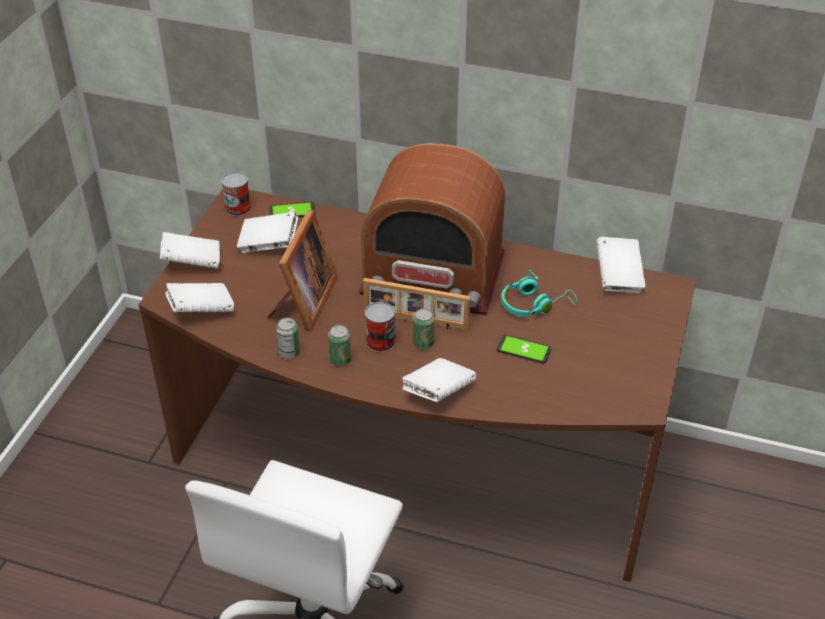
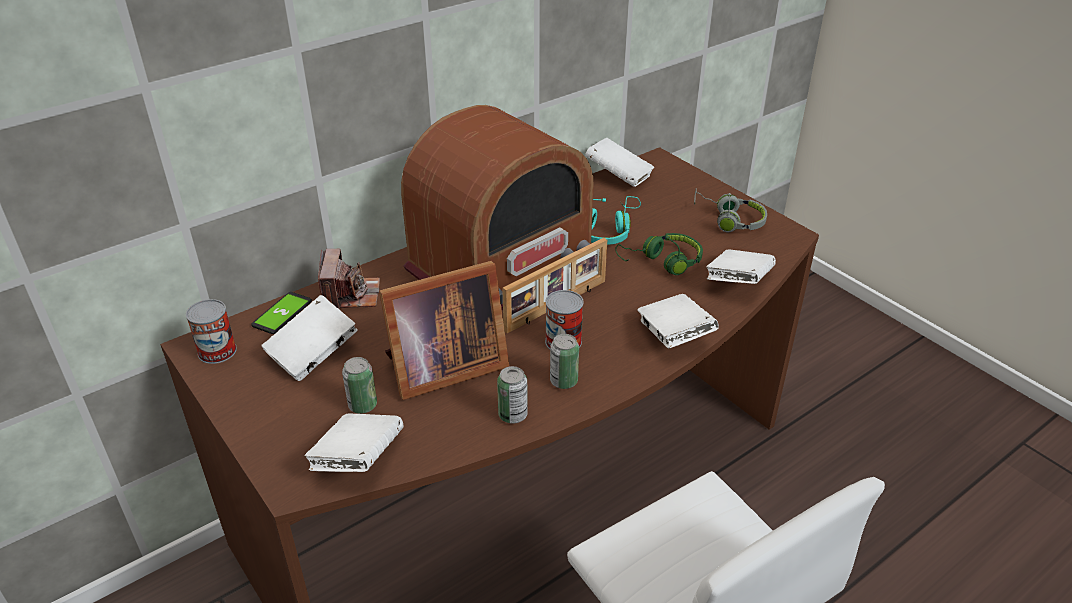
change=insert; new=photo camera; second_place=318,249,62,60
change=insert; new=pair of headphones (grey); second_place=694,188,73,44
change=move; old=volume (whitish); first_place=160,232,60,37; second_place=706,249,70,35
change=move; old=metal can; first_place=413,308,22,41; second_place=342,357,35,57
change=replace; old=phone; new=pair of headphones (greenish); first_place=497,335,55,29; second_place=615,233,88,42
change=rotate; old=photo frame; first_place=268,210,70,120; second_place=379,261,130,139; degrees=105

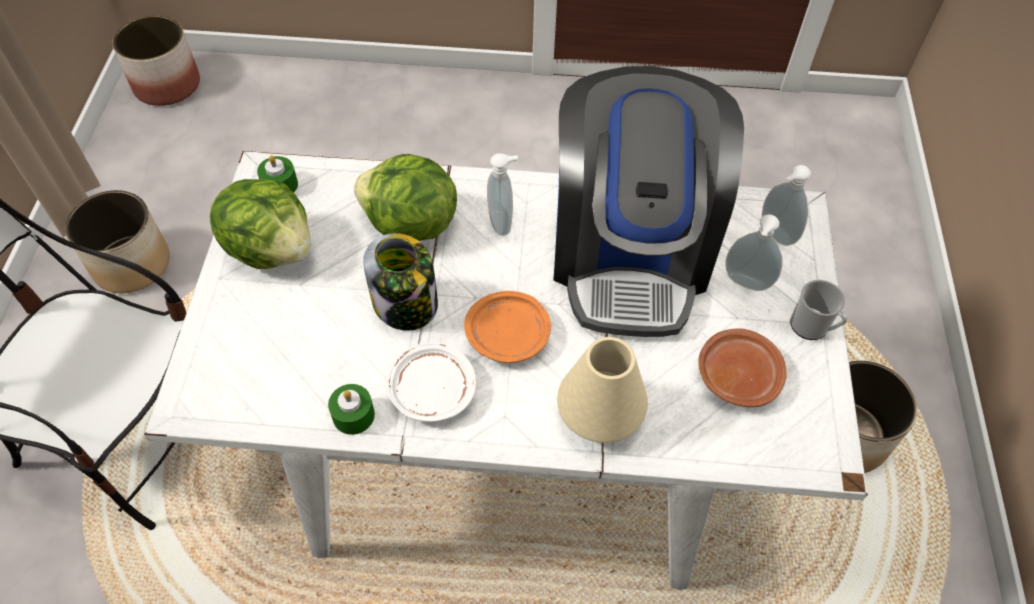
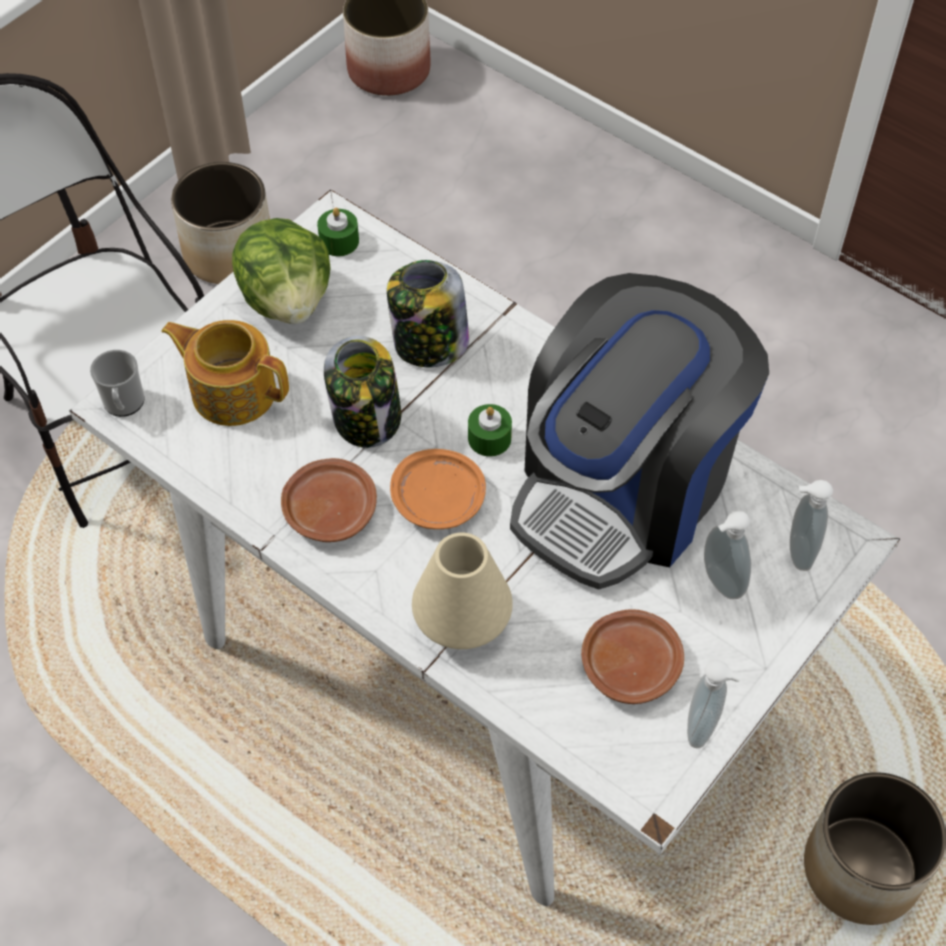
change=insert; new=tea pot; second_place=161,320,128,106
change=move; old=wax candle (greenish); first_place=328,384,47,51; second_place=468,404,44,53
change=move; old=soap dispenser; first_place=487,153,31,83; second_place=687,660,55,88
change=move; old=tea mug; first_place=790,280,57,60; second_place=90,350,55,67
change=replace; old=head of lettuce; new=preserve jar; first_place=354,154,103,87; second_place=387,260,82,107
change=recolor; old=flat dish (whitish); new=flat dish (brownish); first_place=387,342,89,80; second_place=281,458,96,84

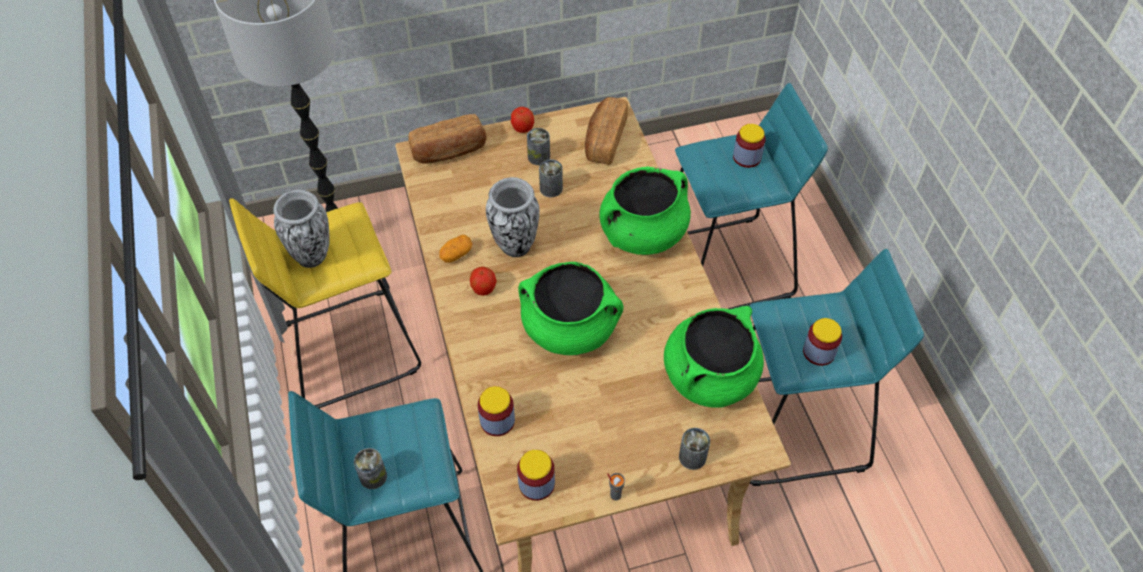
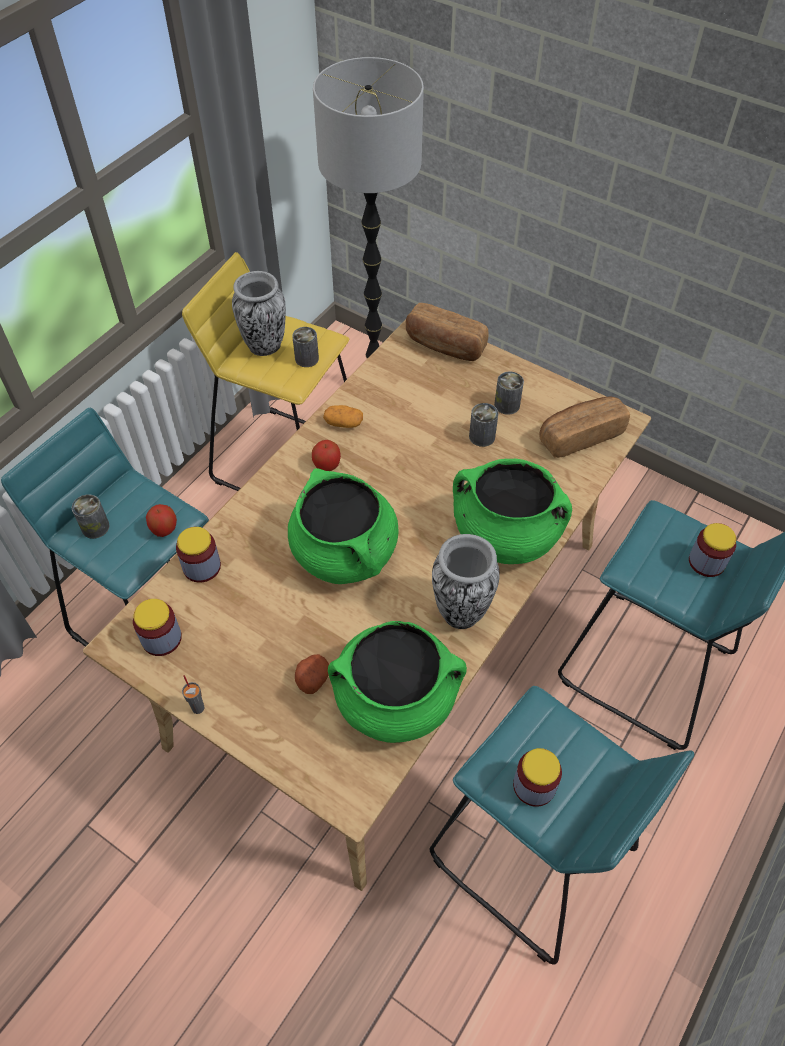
change=insert; new=whole potato; second_place=295,654,34,40
change=move; old=flower vase; first_place=486,177,54,80; second_place=432,534,68,95
change=move; old=whole apple; first_place=511,107,23,26; second_place=146,504,31,33
change=move; old=metal can; first_place=679,428,31,42; second_place=292,327,27,40

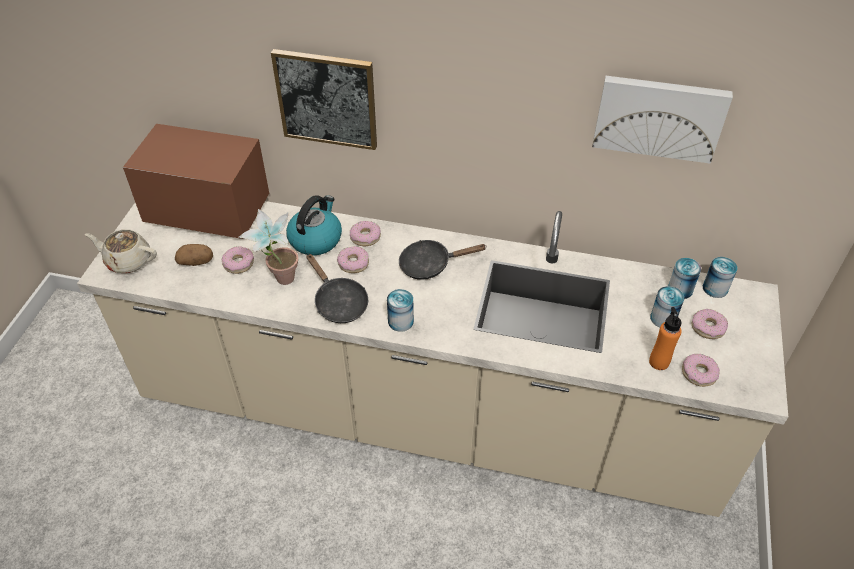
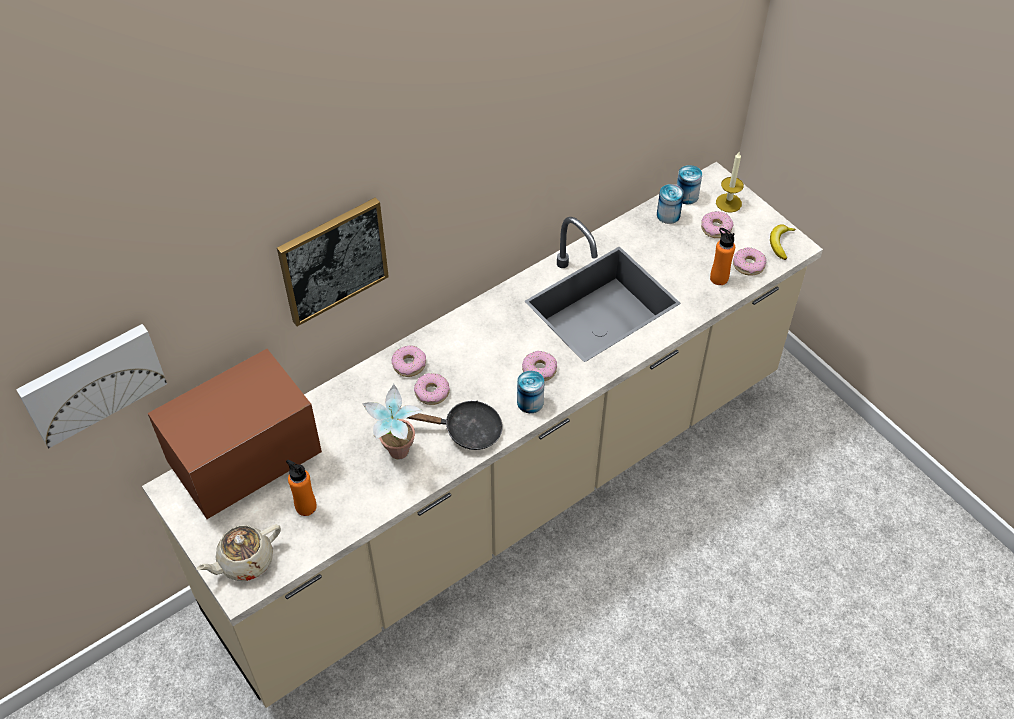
change=delete; old=kettle; first_place=286,195,56,60
change=delete; old=skillet (black-coloured); first_place=399,240,88,40
change=delete; old=metal can; first_place=650,286,34,41
change=insert; new=wax candle; second_place=716,152,28,61
change=insert; new=banana fruit; second_place=770,224,26,36
change=move; old=donut; first_place=222,246,32,28; second_place=522,351,35,30
change=move; old=wall art; first_place=592,76,141,88; second_place=16,324,151,125
change=replace; old=whole potato; new=drink bottle (orange); first_place=175,244,38,22; second_place=286,460,31,56

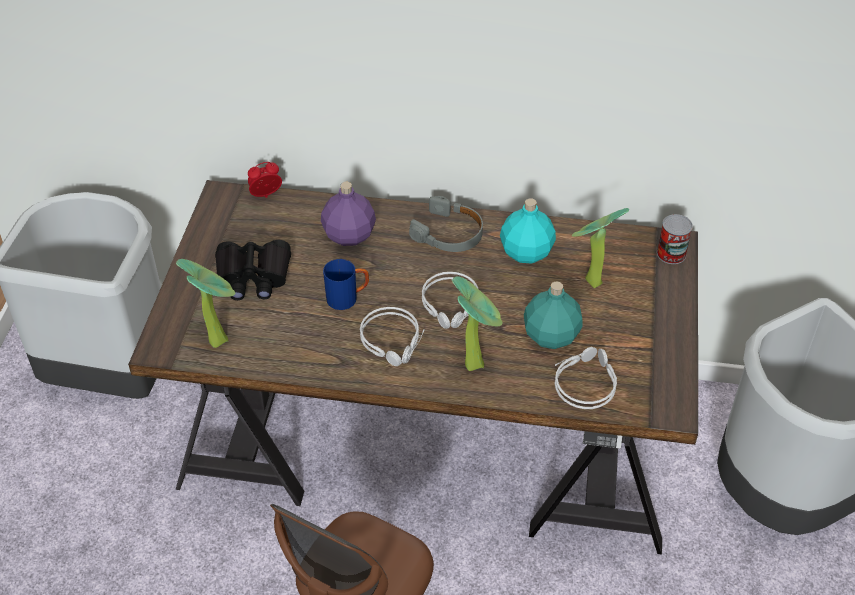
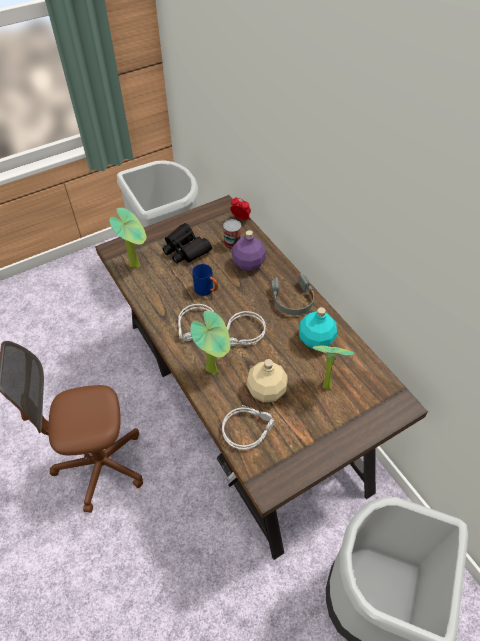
change=move; old=metal can; first_place=657,214,36,50; second_place=223,219,18,31
change=recolor; old=drink bottle (turquoise-coloured); new=drink bottle (beige); first_place=524,281,59,68; second_place=246,359,42,43

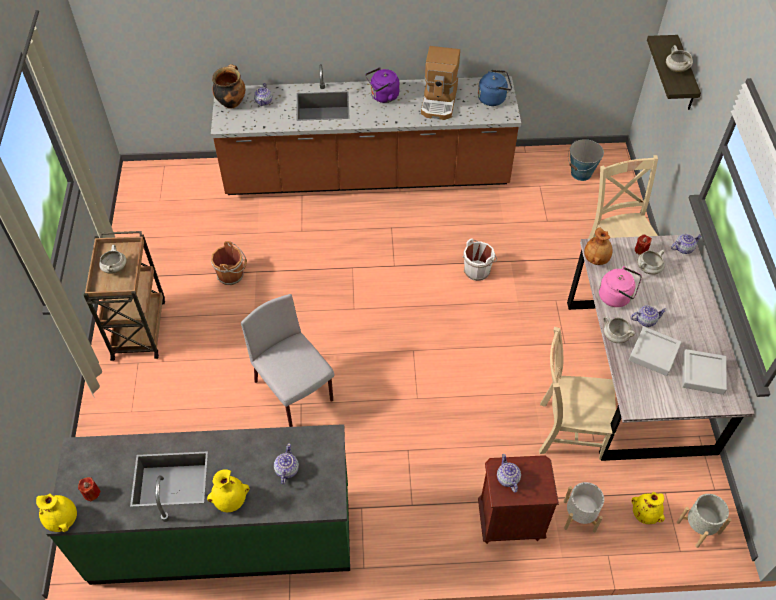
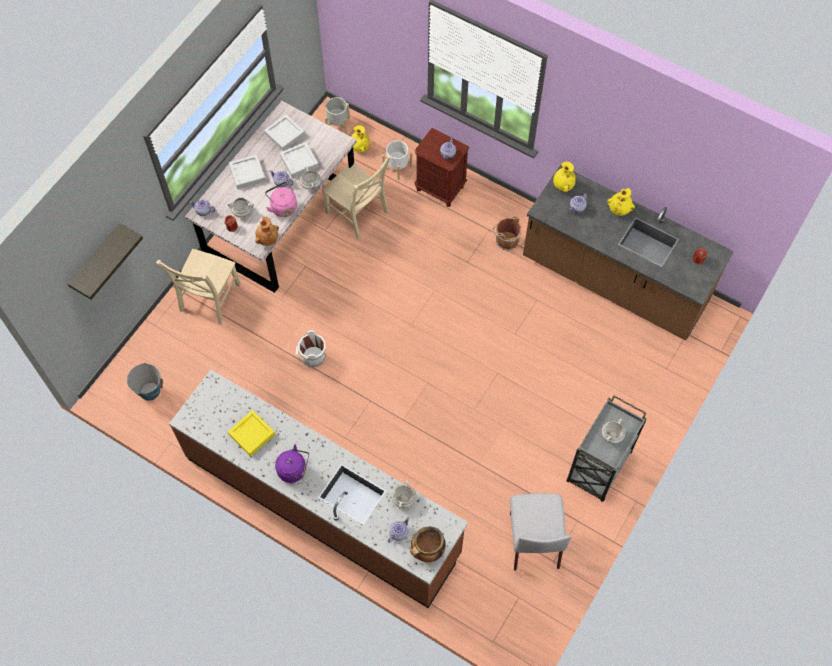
change=delete; old=kettle (blue-coloured); first_place=478,70,34,36
change=insert; new=carrying tray (grey); second_place=229,154,37,35
change=move; old=flower vase (yellow-coloured); first_place=36,493,41,39; second_place=553,162,23,30
change=move; old=pail (brownish); first_place=211,241,36,44; second_place=493,215,29,35
change=move; old=upright chair (grey); first_place=241,294,93,133; second_place=510,493,62,78
change=move; old=stockpot (whitish); first_place=666,45,27,28; second_place=392,480,24,29
change=replace; old=coffee machine; new=carrying tray (yellow-coloured); first_place=421,46,39,74; second_place=228,410,47,46
change=recolor; old=kitchen base unit (greenish); new=kitchen base unit (brownish); first_place=46,424,304,161; second_place=523,165,211,176
change=recolor; old=cart (brownish); new=cart (grey); first_place=84,231,81,130; second_place=567,395,80,107

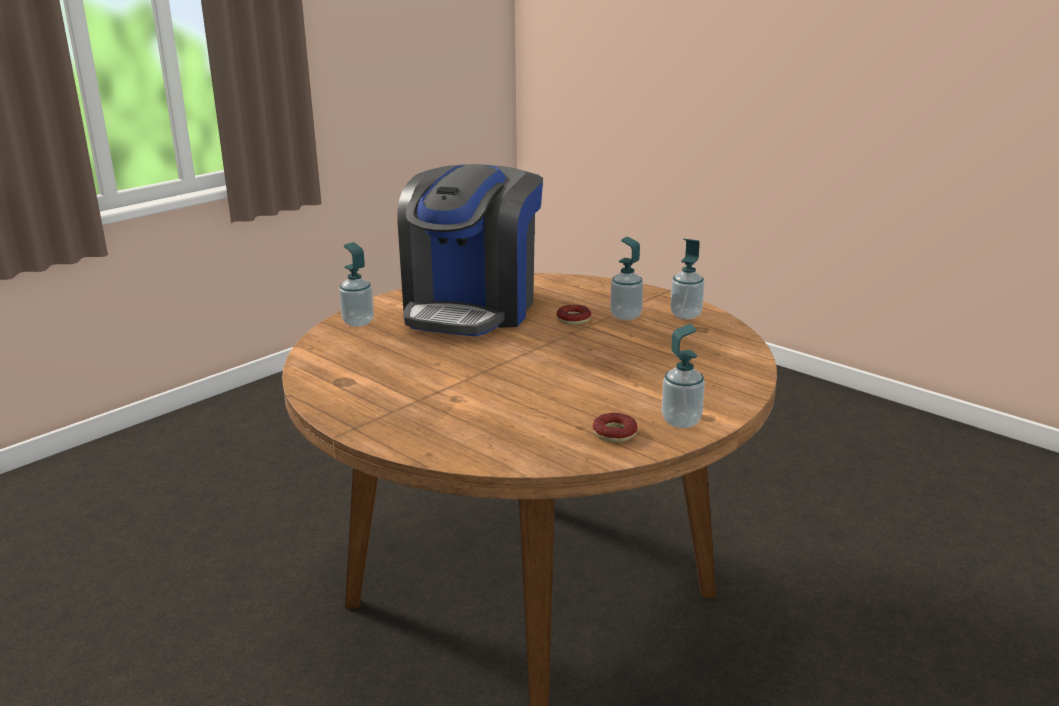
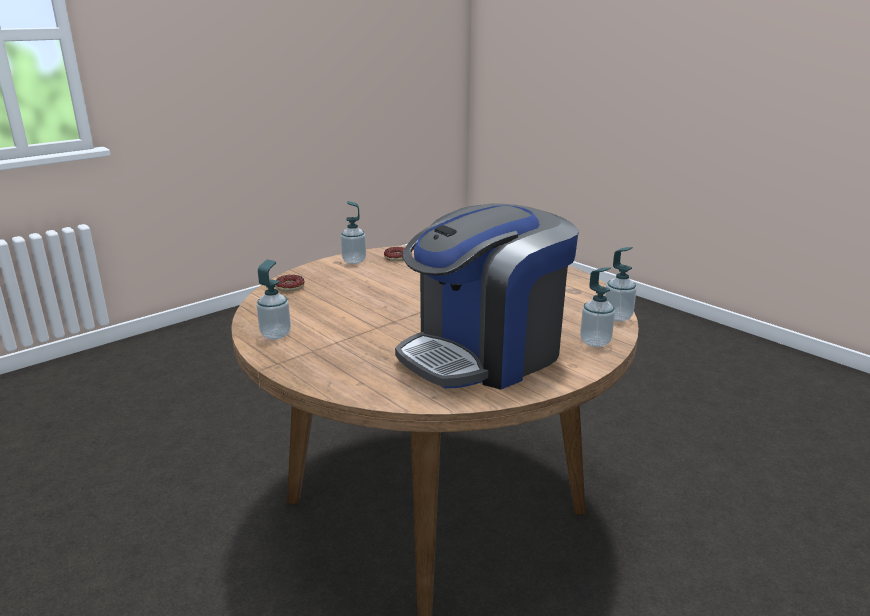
change=move; old=donut; first_place=556,305,35,20; second_place=276,275,29,16
change=move; old=soap dispenser; first_place=610,237,33,83; second_place=605,247,32,75
change=rotate; old=coffee machine; first_place=398,164,145,172; second_place=395,203,184,187; degrees=-150

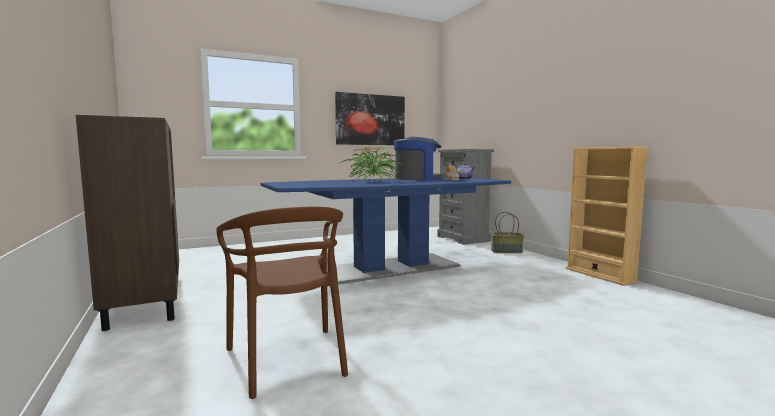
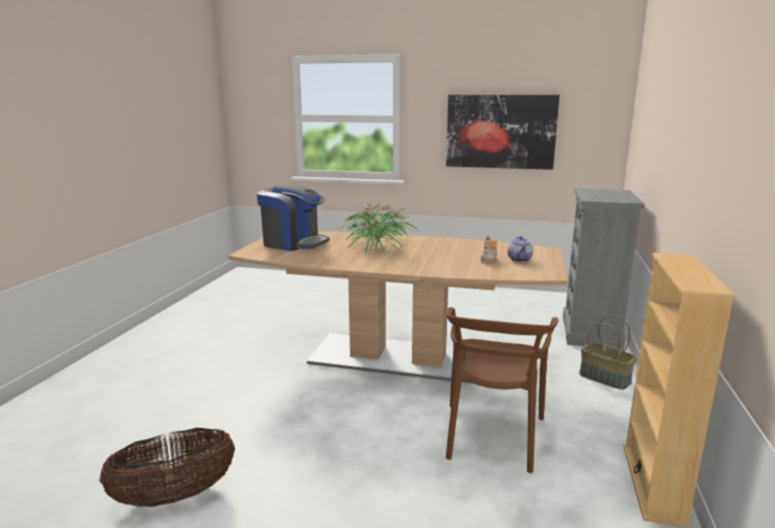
change=delete; old=cupboard (brownish); first_place=76,115,103,216
change=insert; new=household basket; second_place=99,428,136,79
change=move; old=upright chair (brownish); first_place=216,207,132,192; second_place=446,307,112,166
change=move; old=coffee machine; first_place=394,137,49,43; second_place=257,185,72,66
change=recolor; old=dining table (blue-coloured); new=dining table (brownish); first_place=261,178,250,106; second_place=229,231,339,153

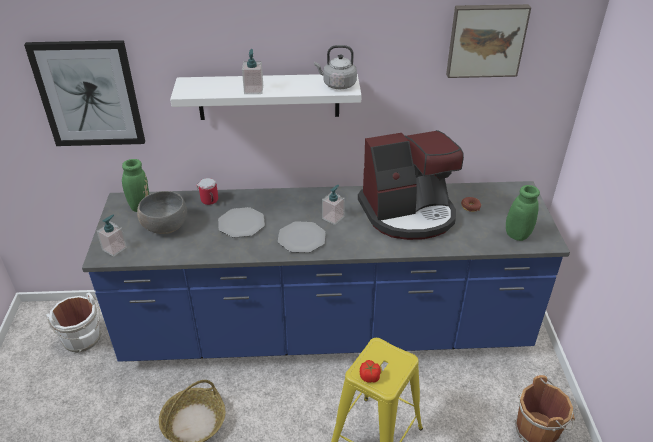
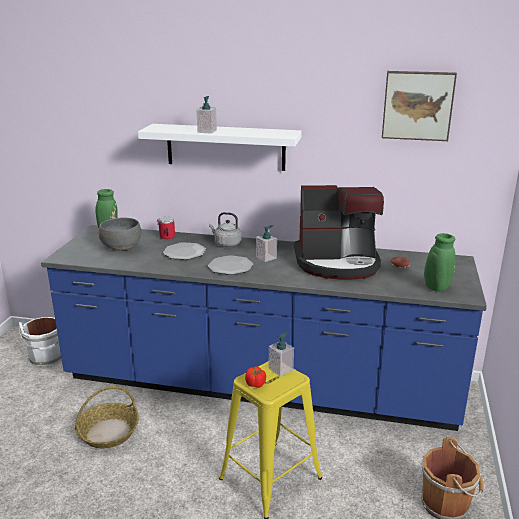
change=delete; old=wall art; first_place=24,40,121,106
change=move; old=soap dispenser; first_place=96,214,31,43; second_place=269,332,25,45
change=move; old=kettle (grey); first_place=314,45,43,44; second_place=209,212,32,35

